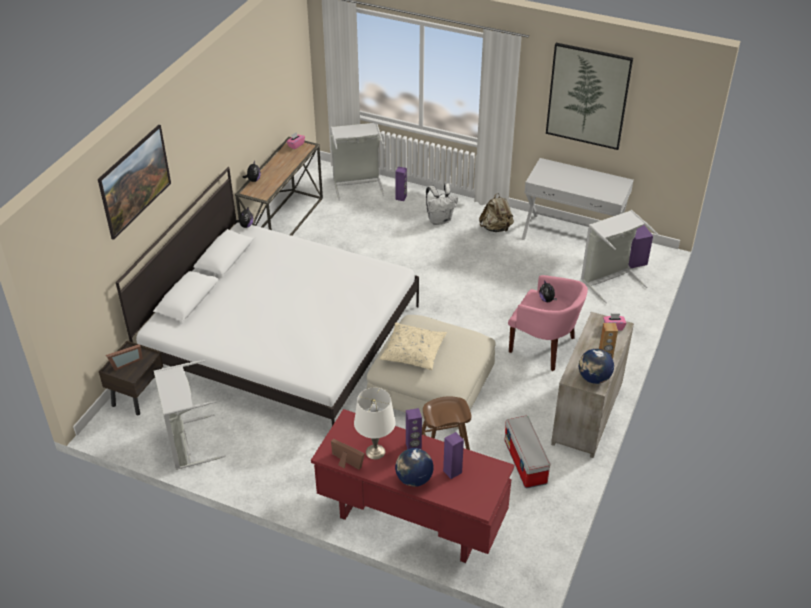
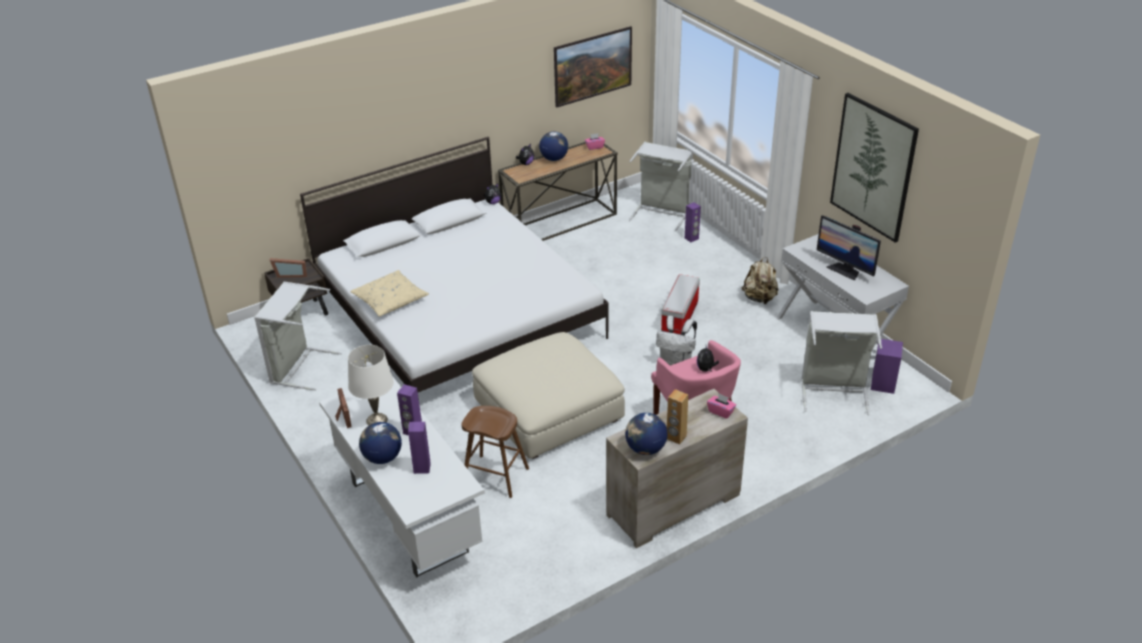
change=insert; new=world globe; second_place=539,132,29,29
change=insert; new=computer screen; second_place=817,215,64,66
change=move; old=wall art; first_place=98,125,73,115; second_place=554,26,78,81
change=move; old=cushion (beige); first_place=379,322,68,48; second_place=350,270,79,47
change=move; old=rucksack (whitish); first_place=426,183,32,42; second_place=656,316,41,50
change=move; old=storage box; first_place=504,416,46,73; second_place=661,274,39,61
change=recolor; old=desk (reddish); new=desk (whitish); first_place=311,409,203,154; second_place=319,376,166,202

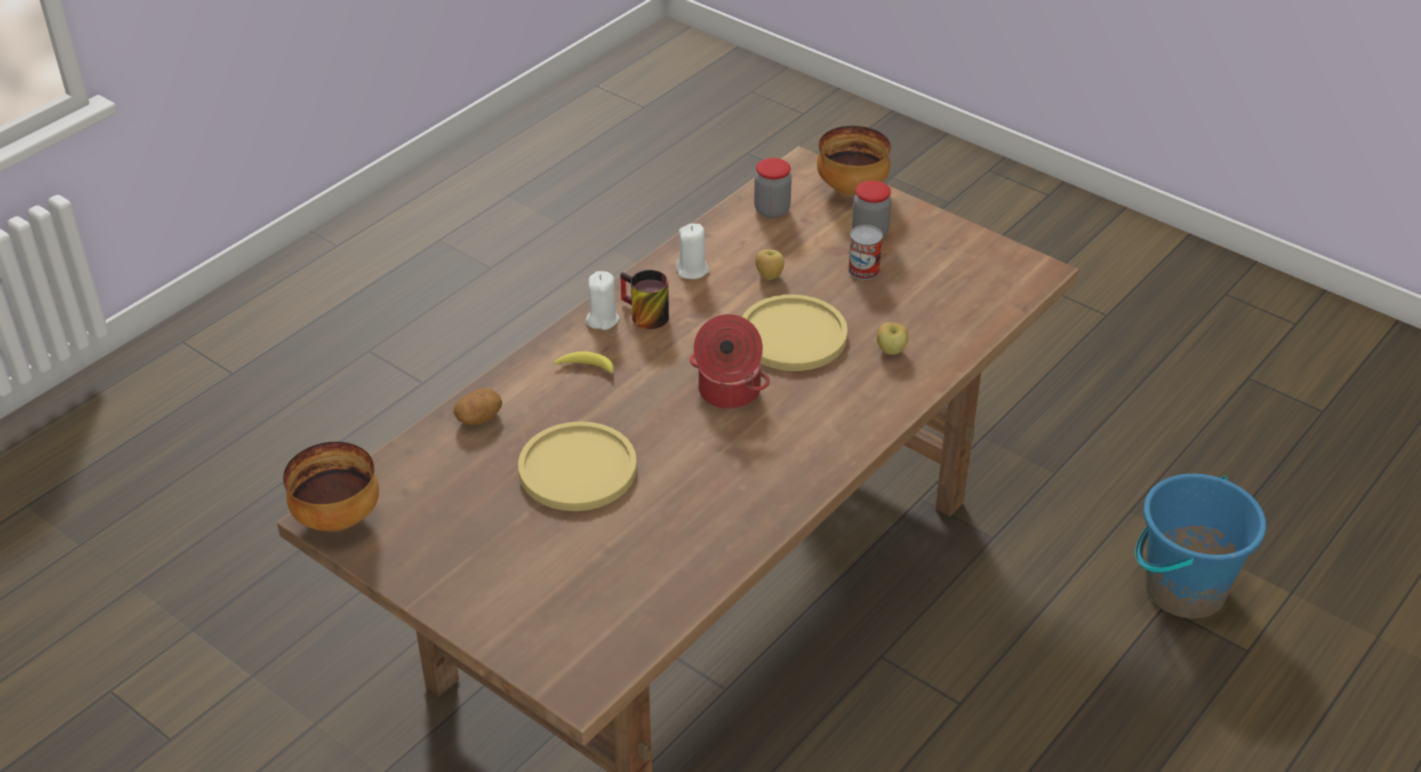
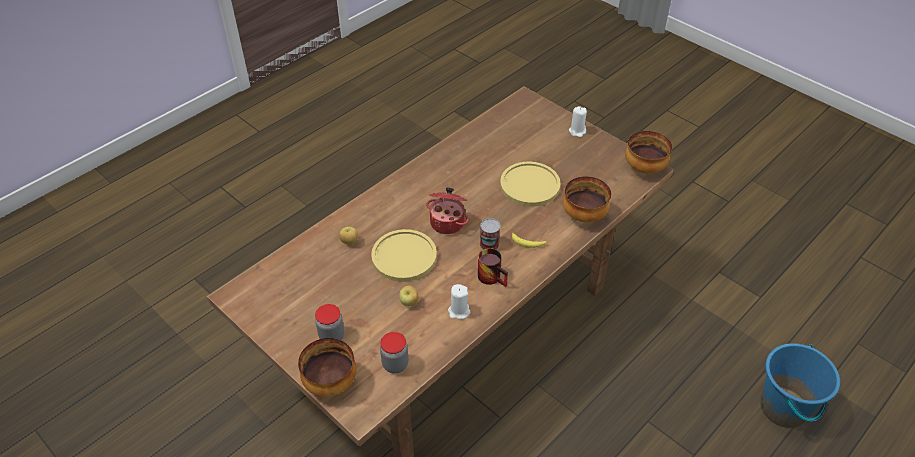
change=move; old=wax candle (whitish); first_place=586,271,33,59; second_place=569,106,18,31
change=move; old=metal can; first_place=848,225,35,55; second_place=480,218,21,32
change=move; old=pail (blue-coloured); first_place=1135,474,131,145; second_place=760,343,80,85
change=replace; old=whole potato; new=serving bowl; first_place=453,388,49,37; second_place=563,176,48,46

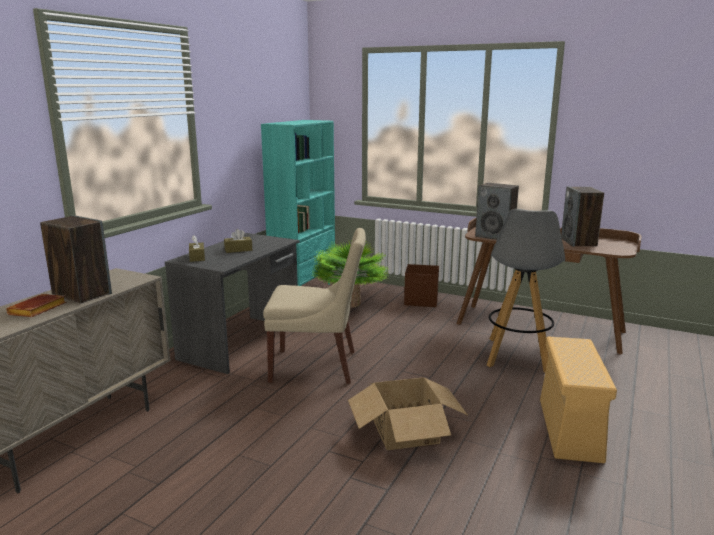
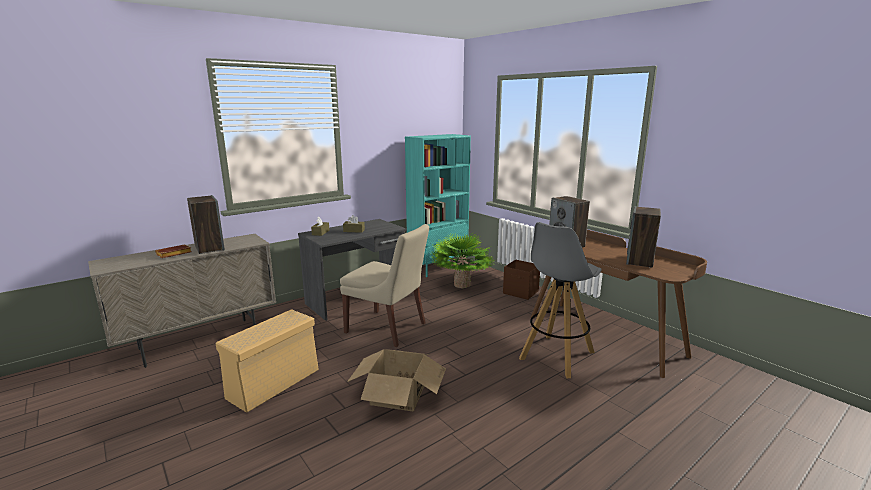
change=move; old=storage box (beige); first_place=540,336,77,127; second_place=216,309,103,103

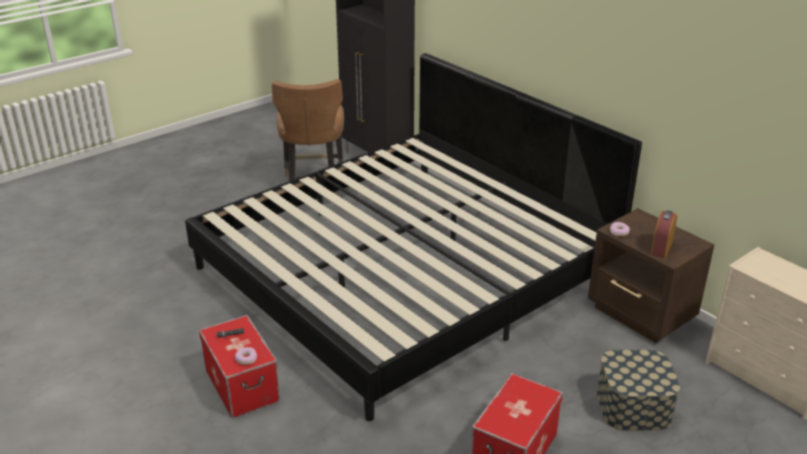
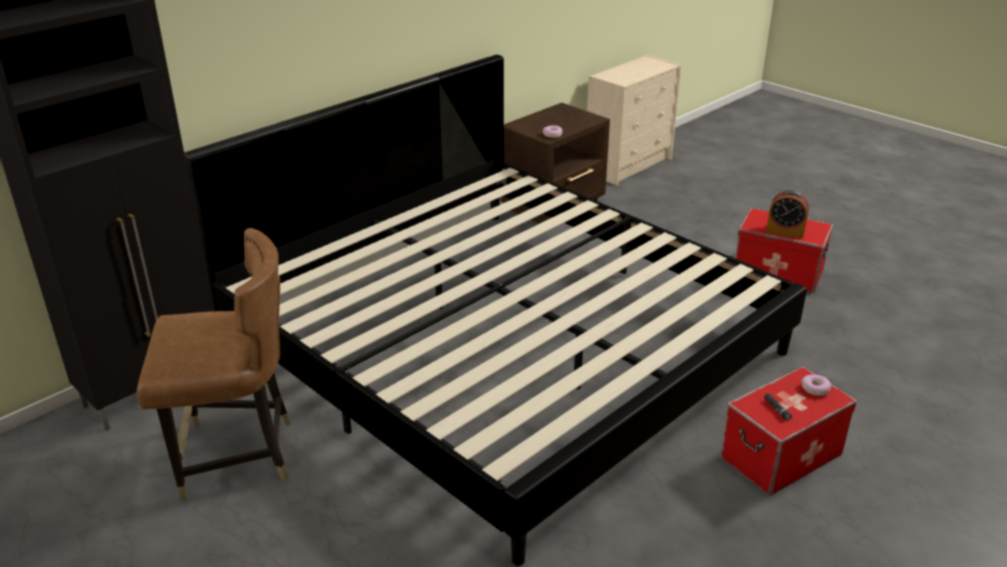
change=delete; old=storage box; first_place=597,349,83,82
change=move; old=bedside clock; first_place=651,210,26,49; second_place=766,190,43,49

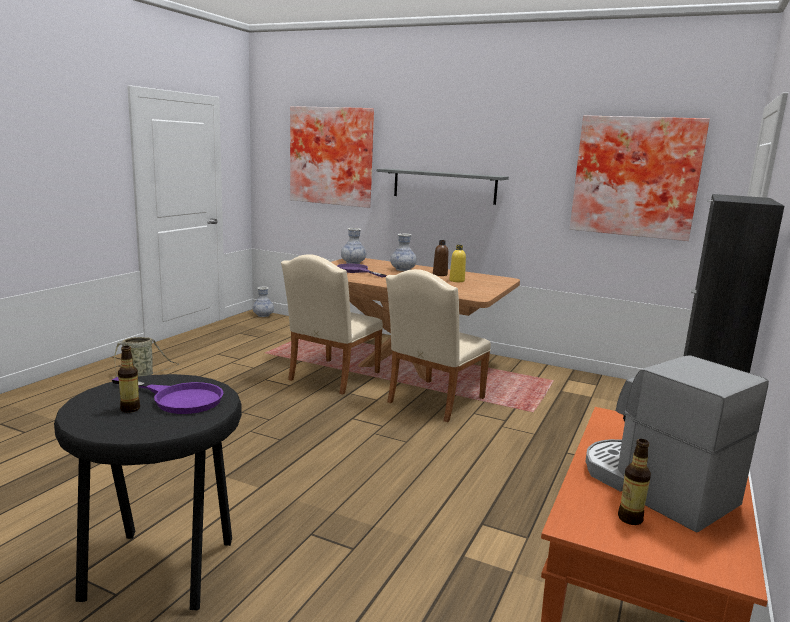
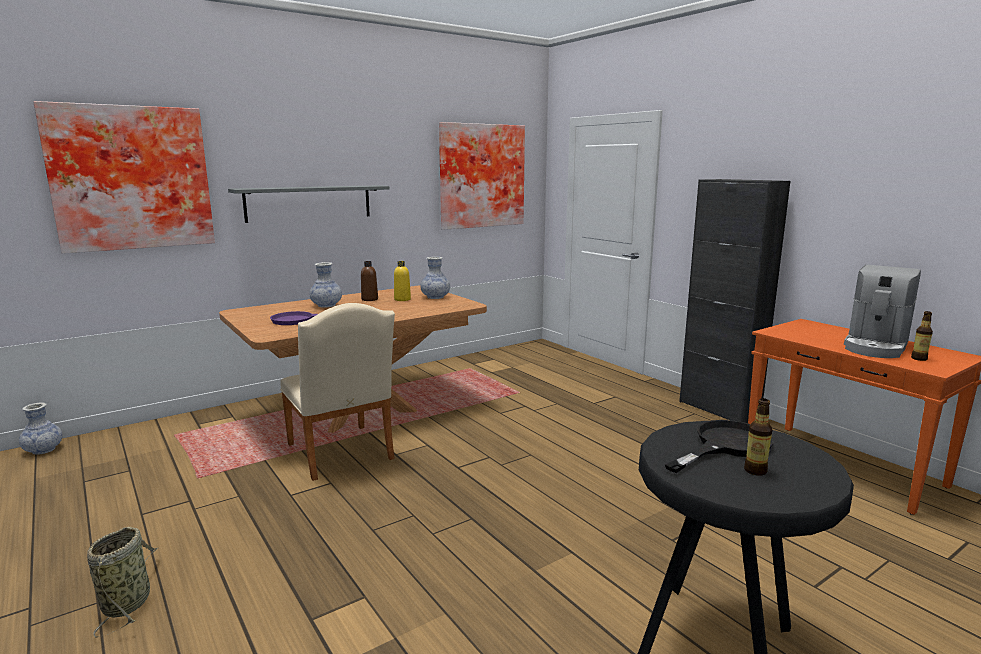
change=delete; old=upright chair (beige); first_place=386,269,105,153
change=move; old=flower vase; first_place=341,228,25,36; second_place=420,257,30,42
change=recolor; old=skillet (purple-coloured); new=skillet (black-coloured); first_place=112,377,111,37; second_place=665,420,109,53
change=rotate; old=coffee machine; first_place=585,355,184,178; second_place=844,265,77,93; degrees=-45

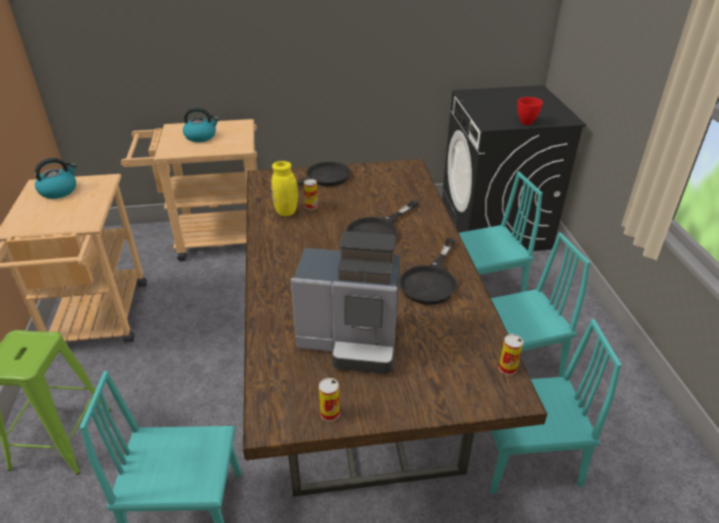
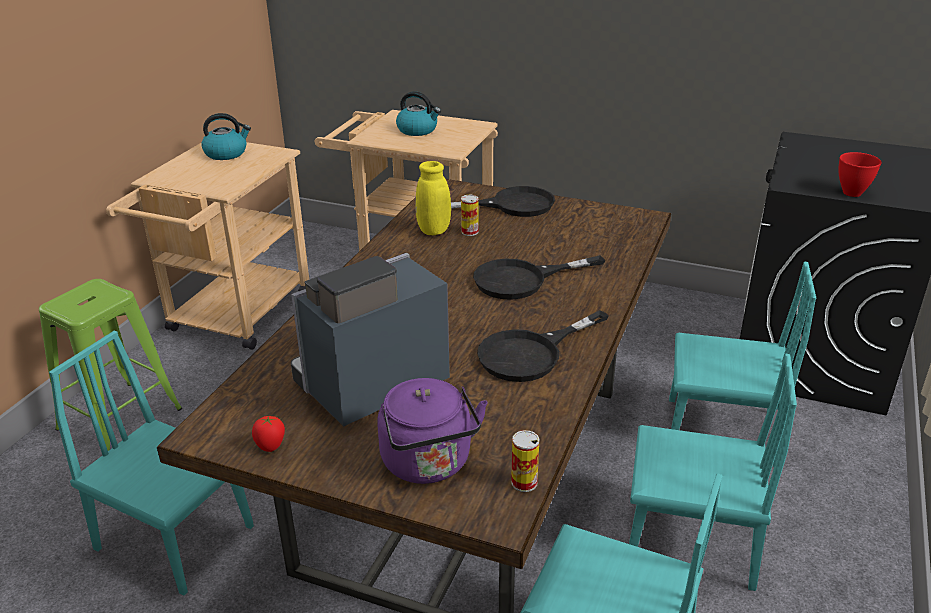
change=insert; new=kettle (purple-coloured); second_place=377,378,110,106
change=replace; old=metal can; new=fresh tomato; first_place=319,378,21,43; second_place=252,416,33,36
change=rotate; old=coffee machine; first_place=290,231,110,143; second_place=291,253,159,174; degrees=105

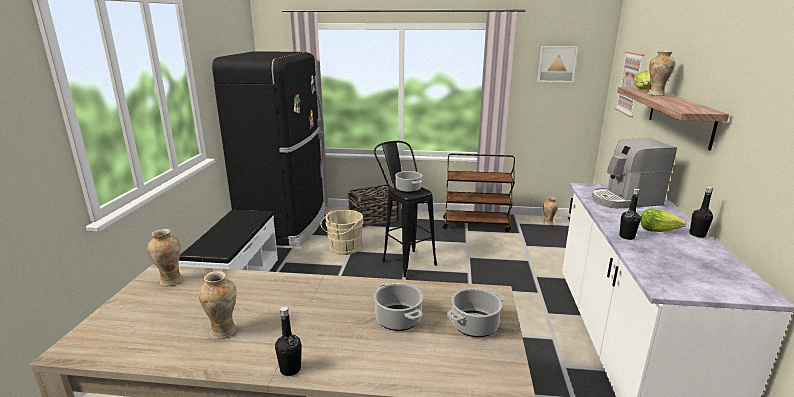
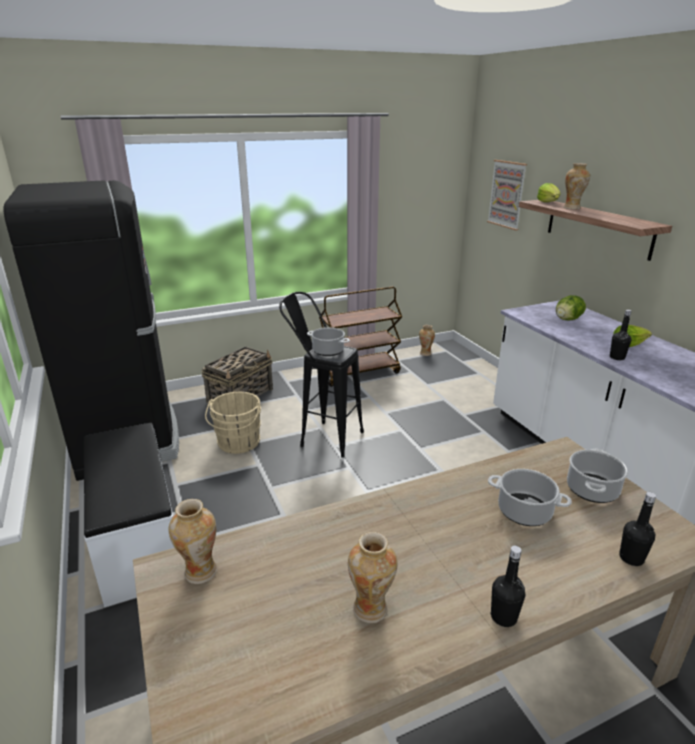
change=delete; old=wall art; first_place=537,46,41,36
change=move; old=drink bottle (black-coloured); first_place=689,187,24,51; second_place=619,492,37,74
change=replace; old=coffee machine; new=head of lettuce; first_place=592,138,85,71; second_place=556,295,30,25

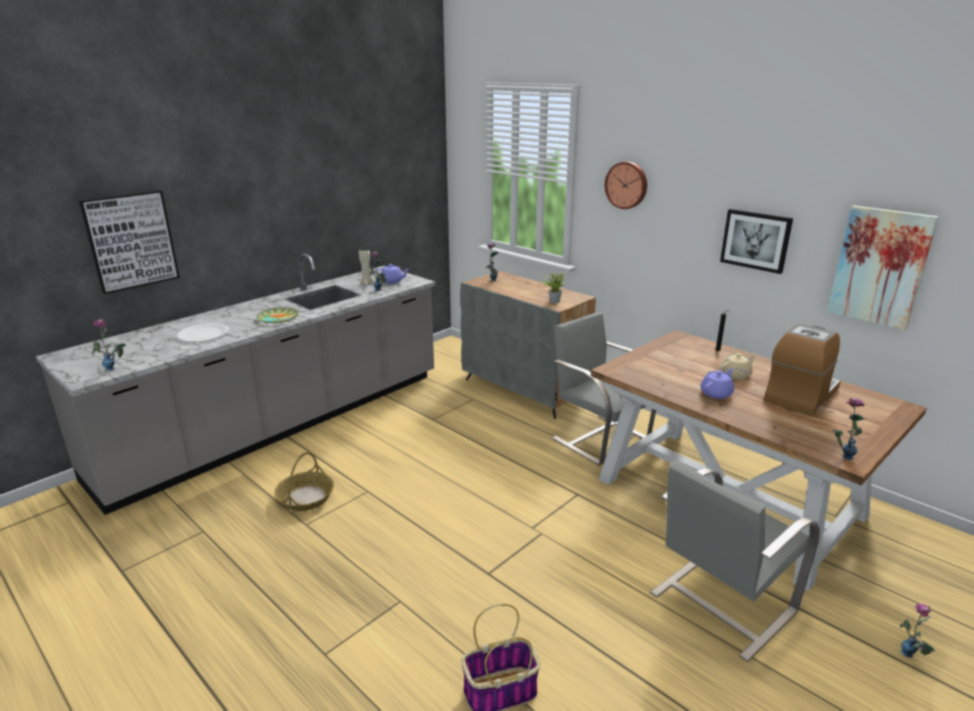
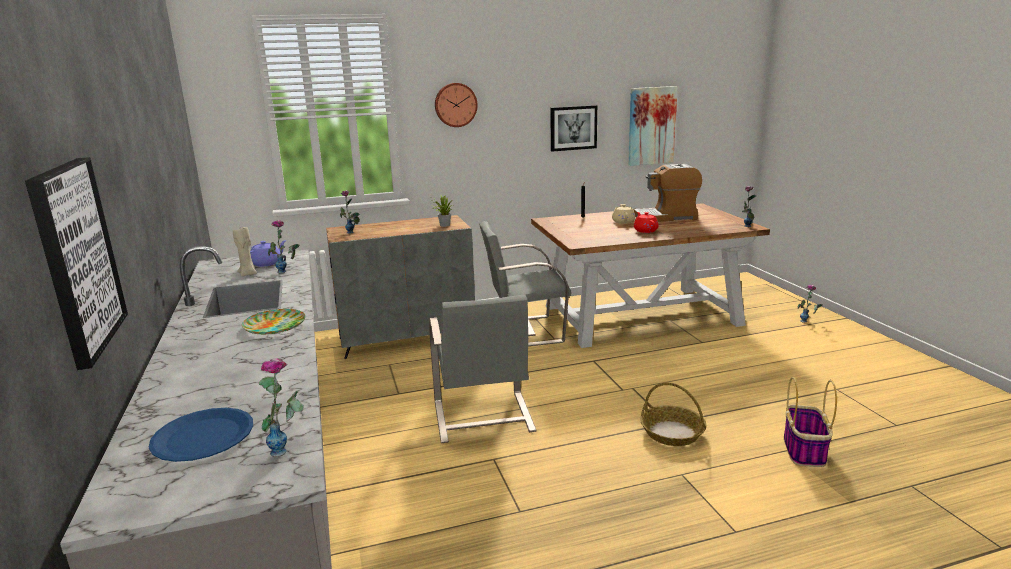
change=delete; old=flat dish (whitish); first_place=177,323,52,19
change=insert; new=flat dish (blue-coloured); second_place=149,408,104,54
change=move; old=household basket; first_place=274,452,60,59; second_place=640,382,67,64
change=move; old=upright chair (grey); first_place=650,461,170,201; second_place=429,295,108,148
change=recolor; old=tea pot (purple-coloured); new=tea pot (reddish); first_place=701,368,33,31; second_place=634,212,25,21
change=rotate; old=coffee machine; first_place=764,323,77,93; second_place=634,164,68,58; degrees=-75

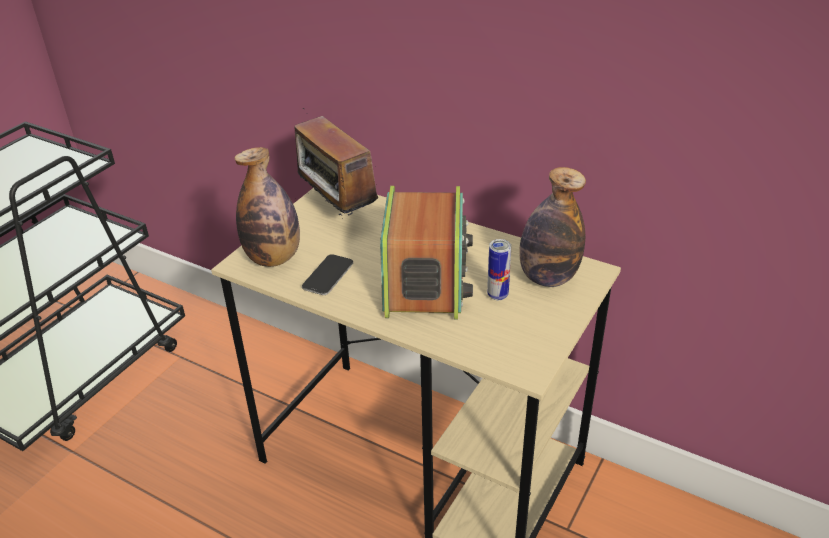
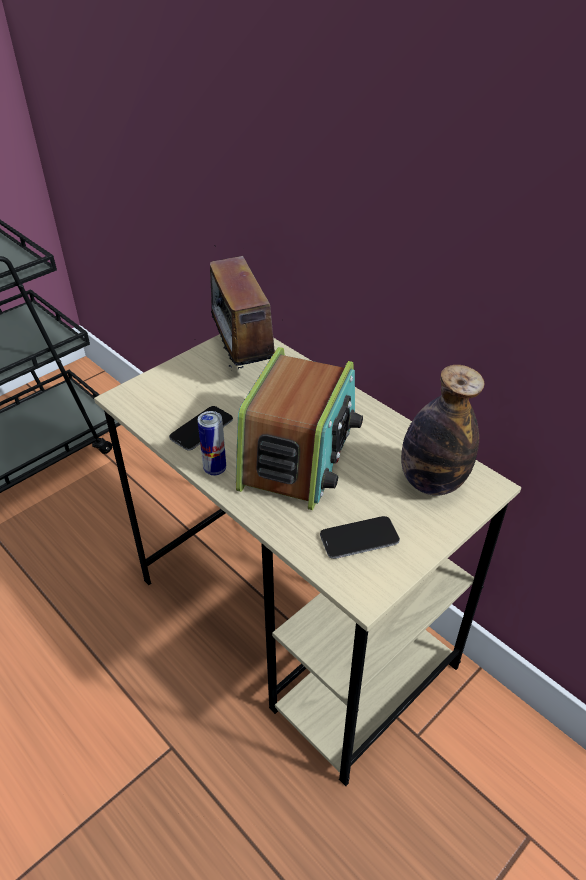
change=delete; old=drink bottle; first_place=234,147,66,120
change=insert; new=phone; second_place=320,516,80,43
change=move; old=metal can; first_place=487,239,24,61; second_place=198,411,28,65

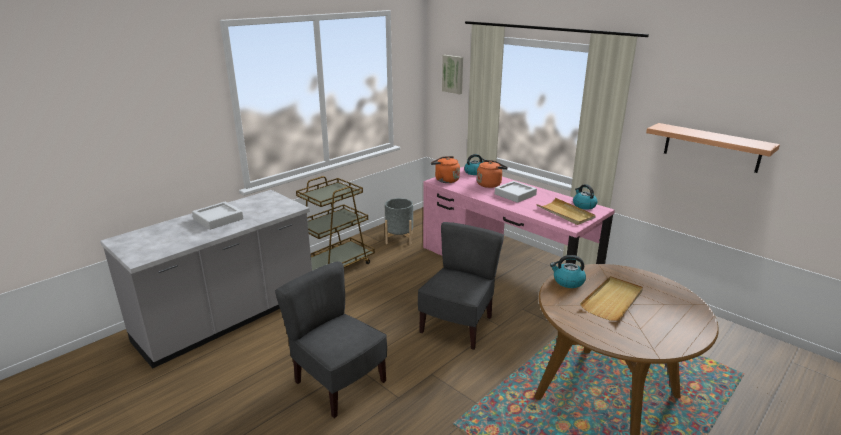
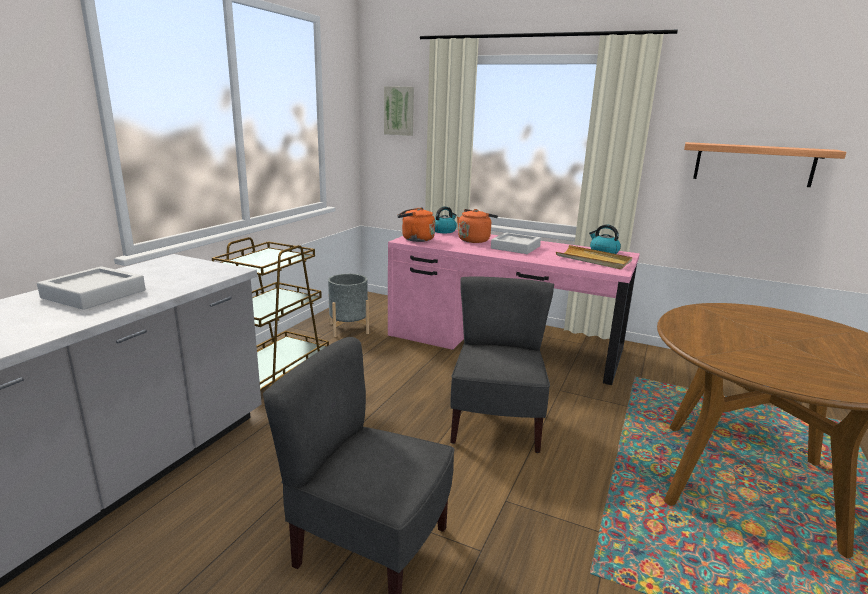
change=delete; old=kettle; first_place=550,255,36,33
change=delete; old=carrying tray (beige); first_place=580,276,63,45

